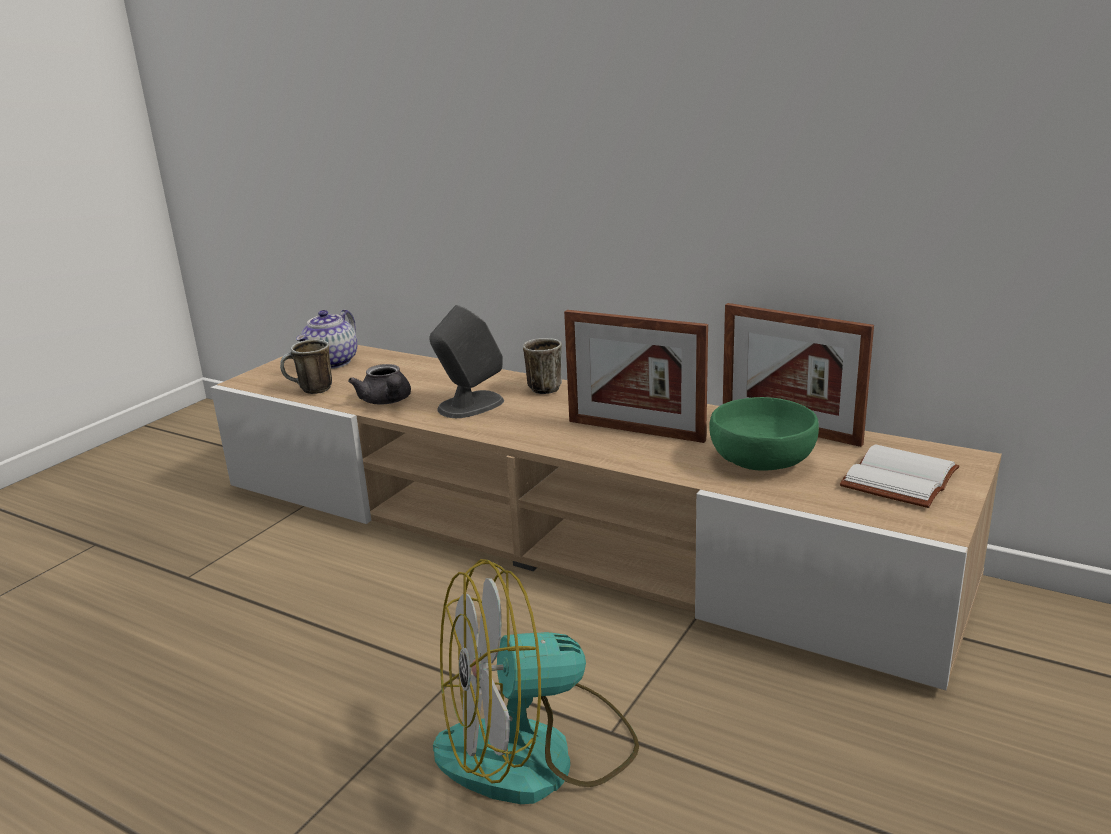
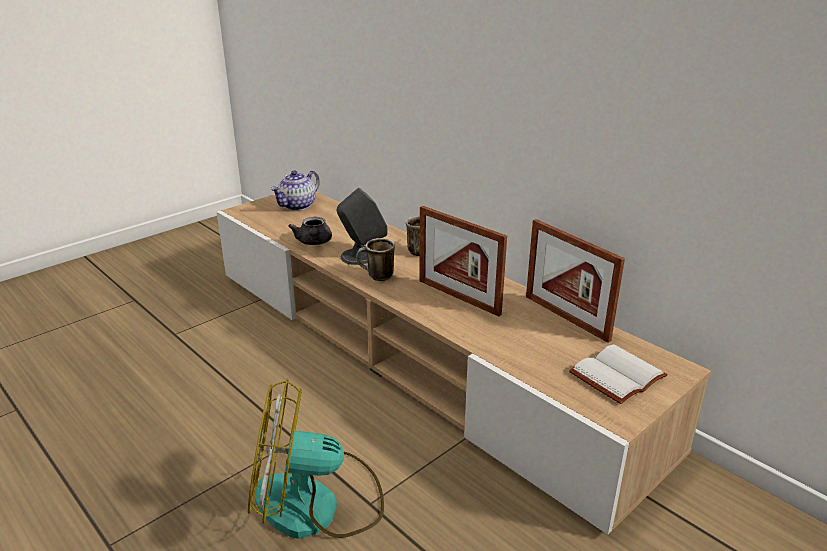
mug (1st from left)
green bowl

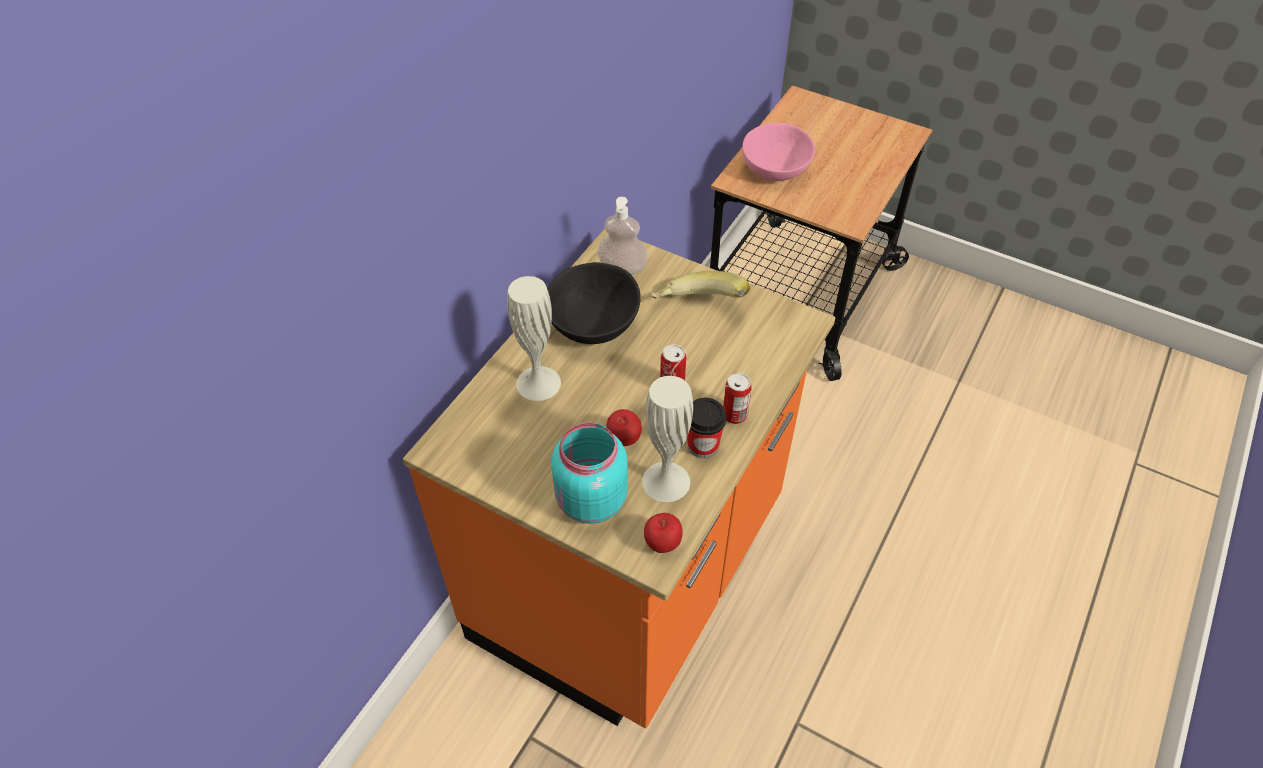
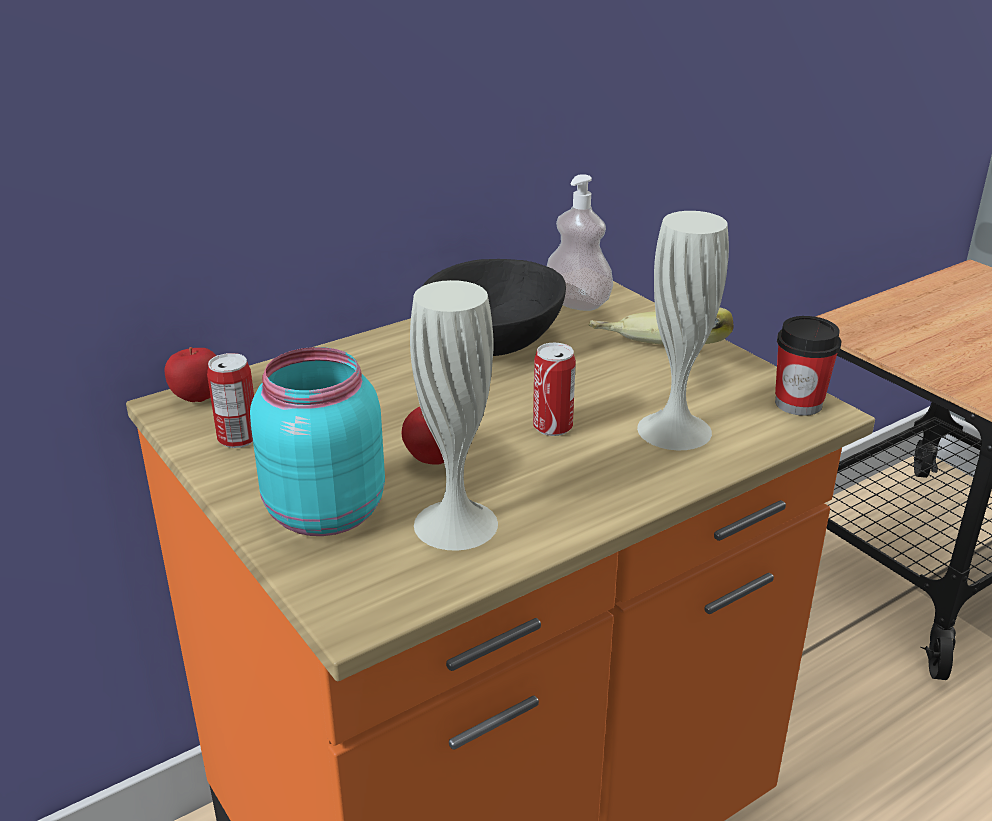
apple (1st from left)
can (1st from left)
white vase (2nd from left)
cup
pink bowl

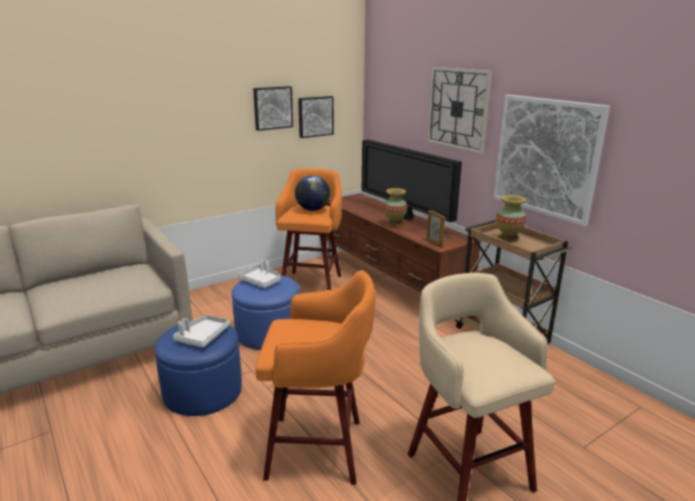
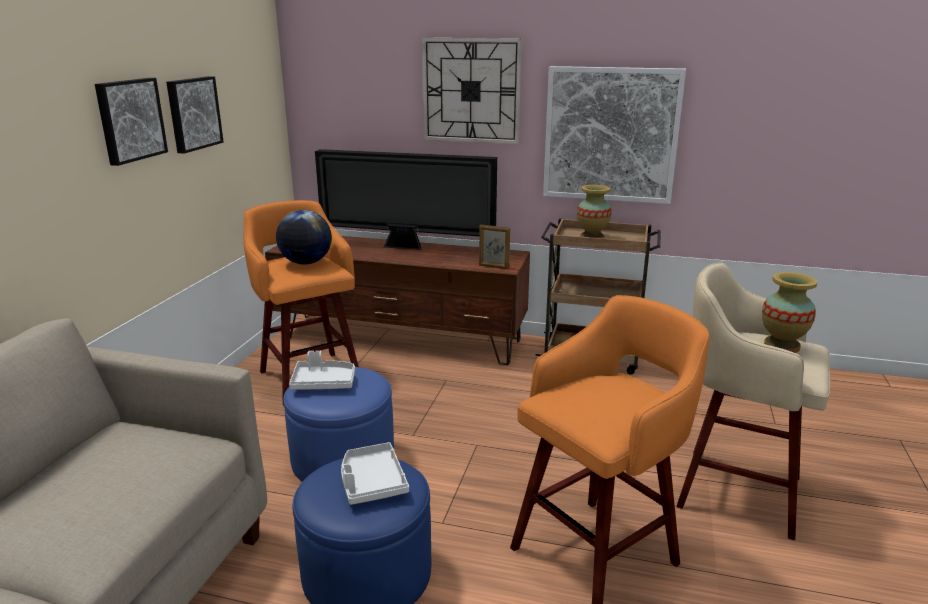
picture (1st from left)
vase (2nd from left)

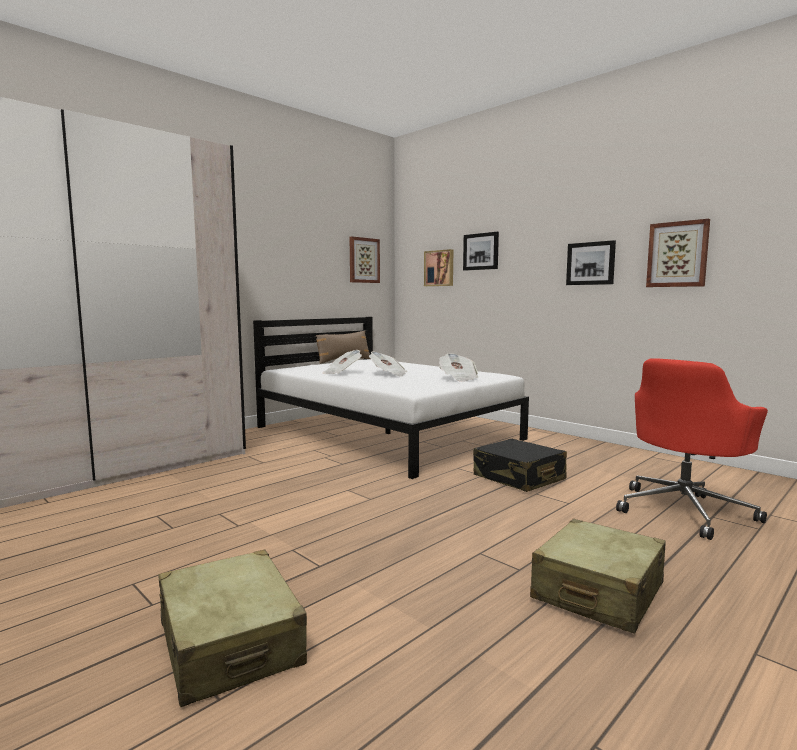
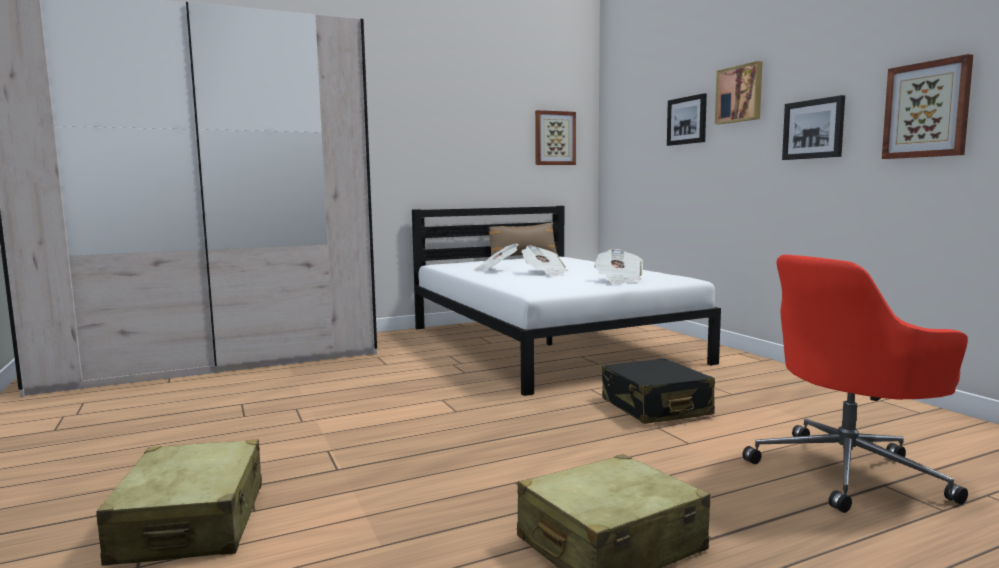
picture (3rd from left)

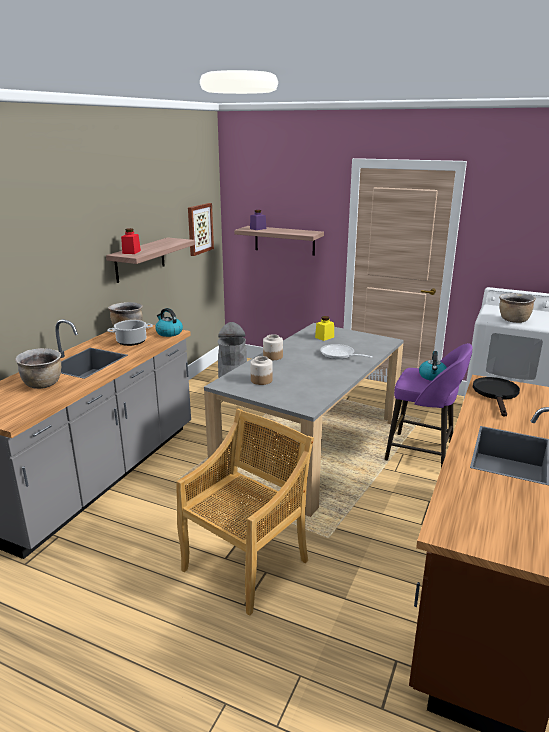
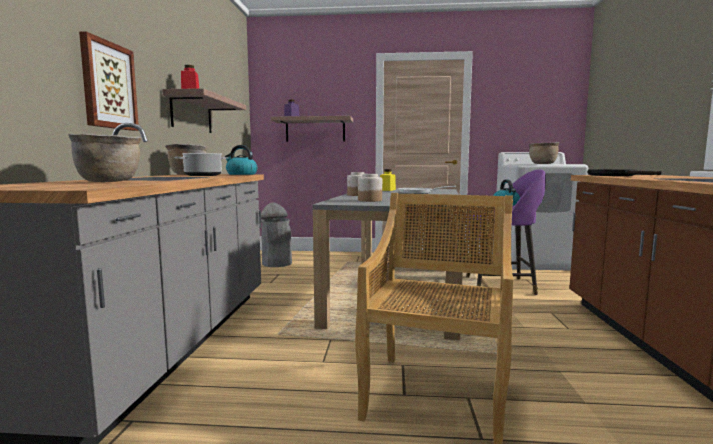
picture

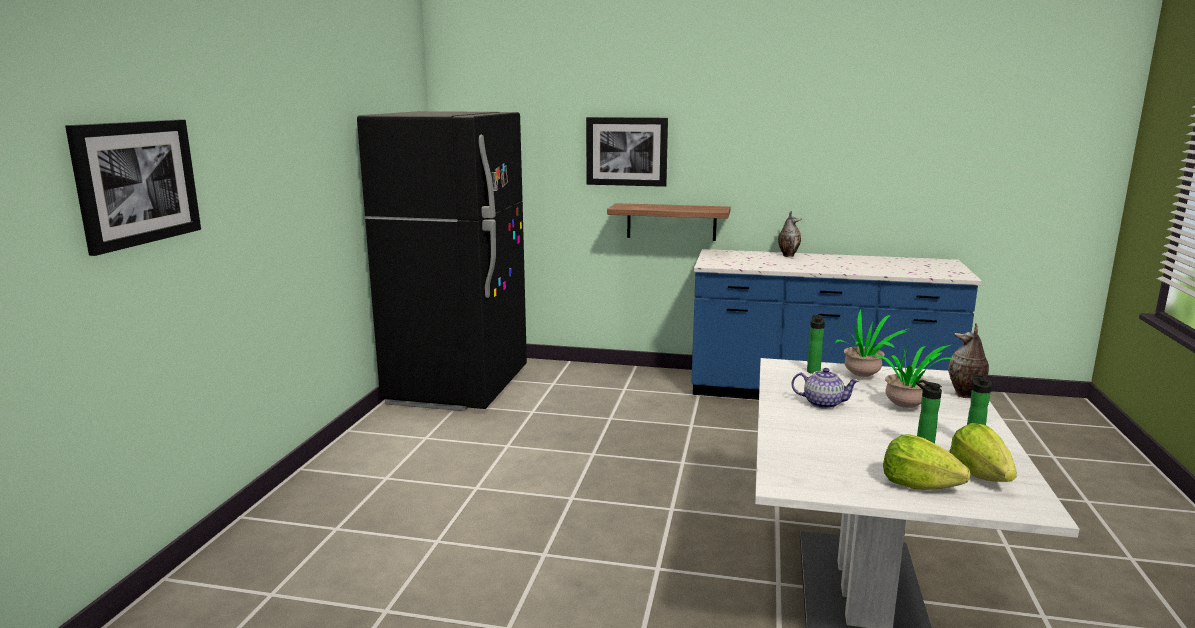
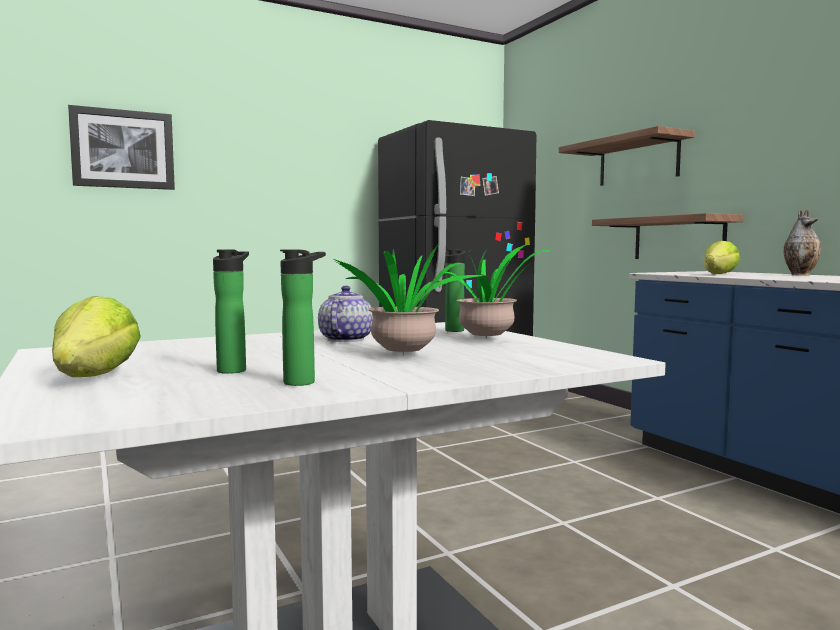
teapot
shelf (1st from left)
lettuce (2nd from left)
vase (2nd from left in the first image)

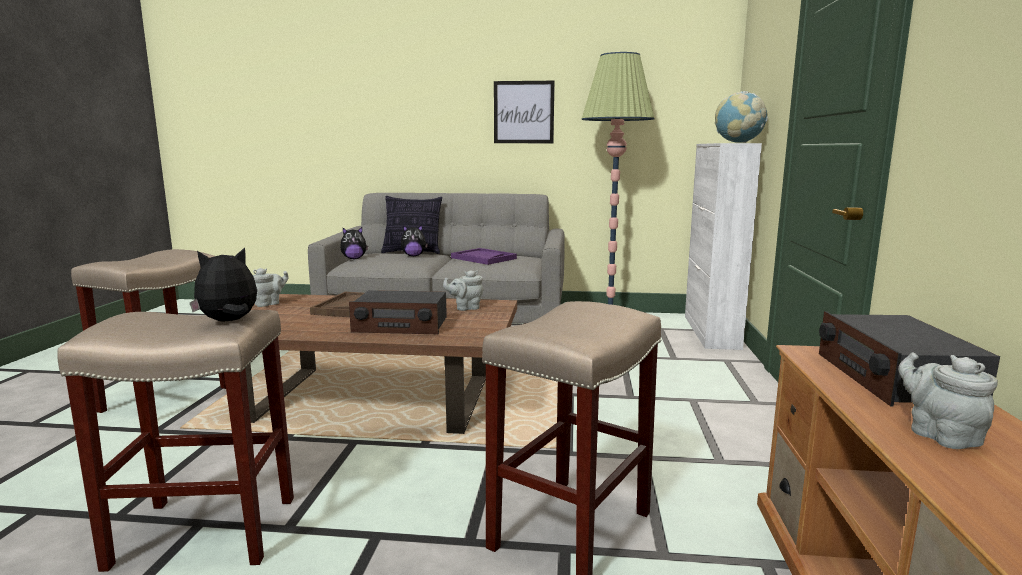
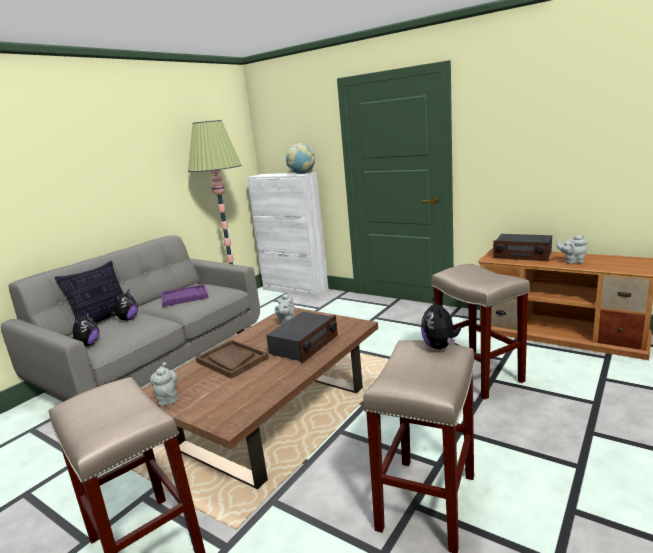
picture

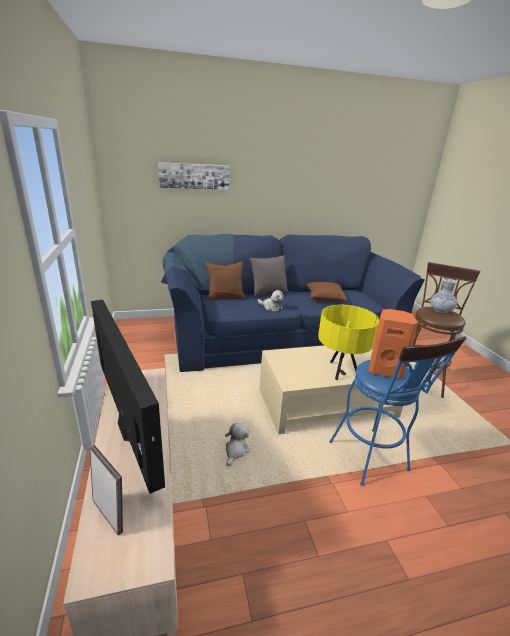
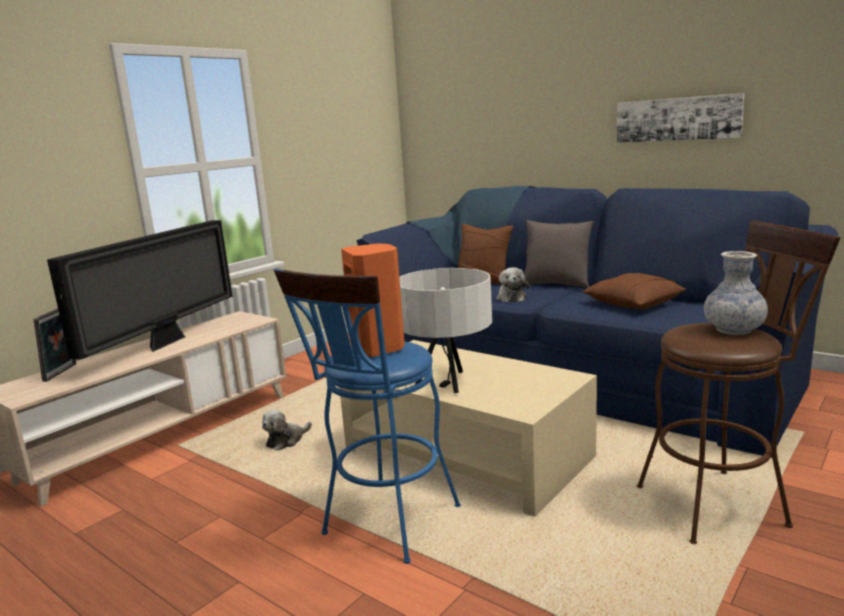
plush toy (1st from left)
white table lamp
picture

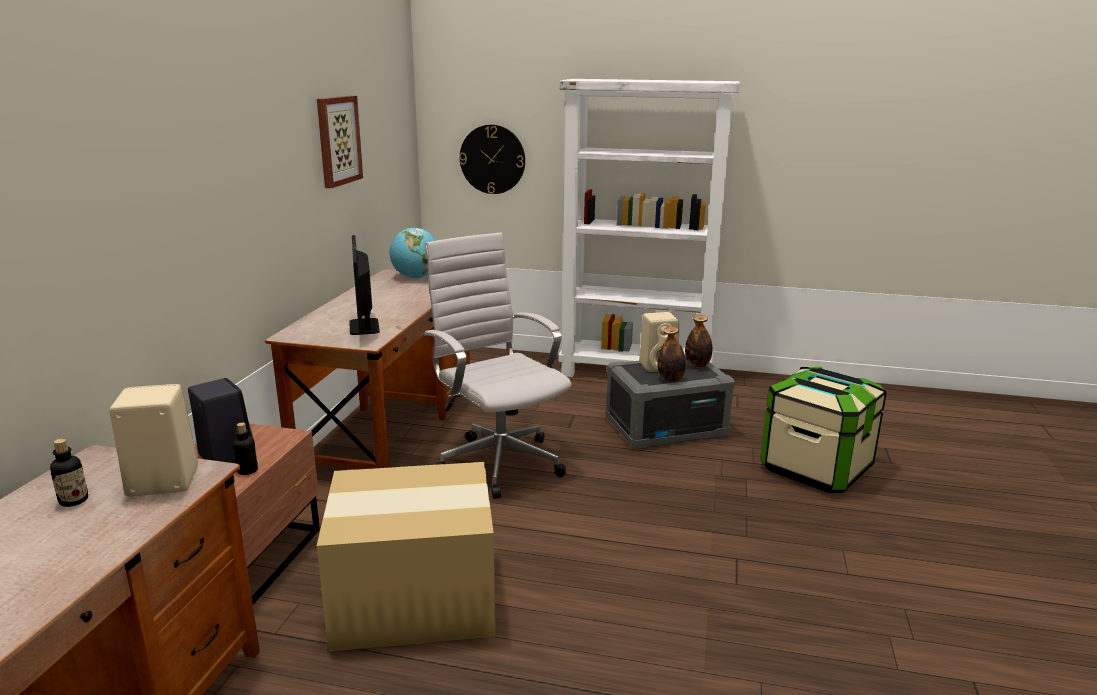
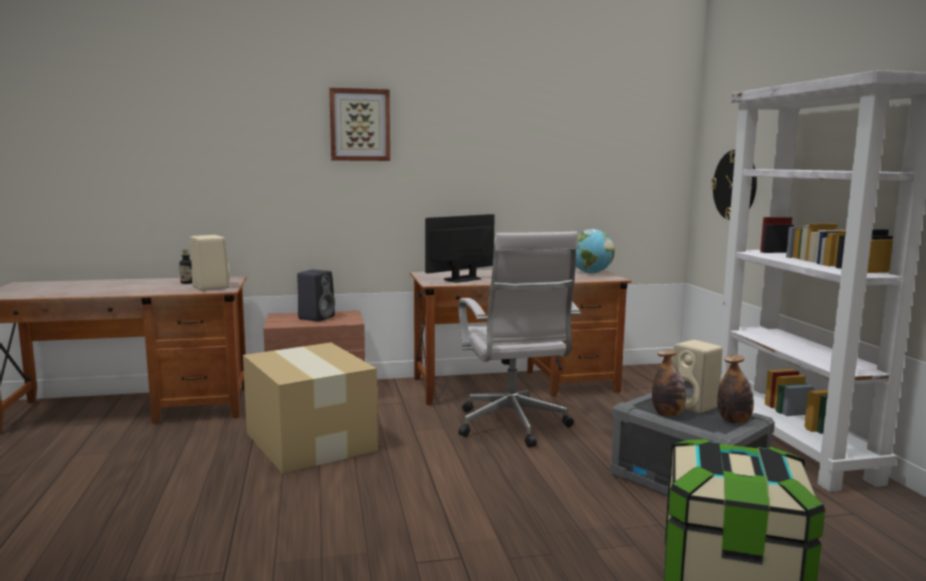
picture
white office chair
bottle (2nd from left in the first image)

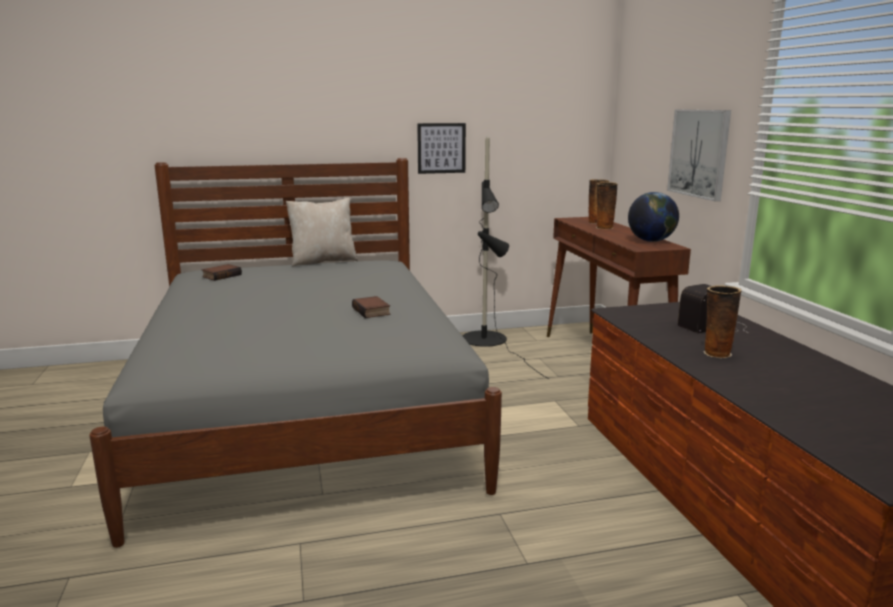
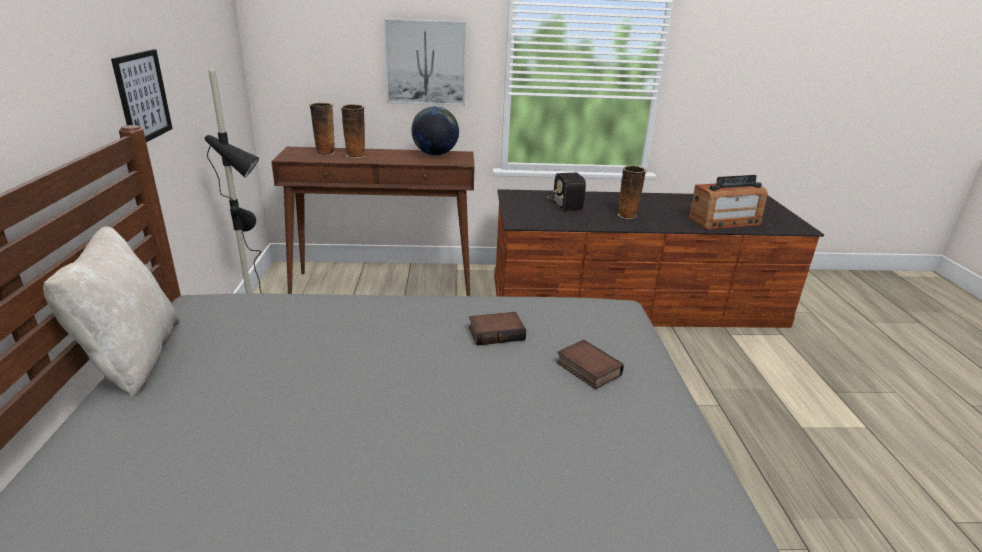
book (2nd from left)
radio (2nd from left)

